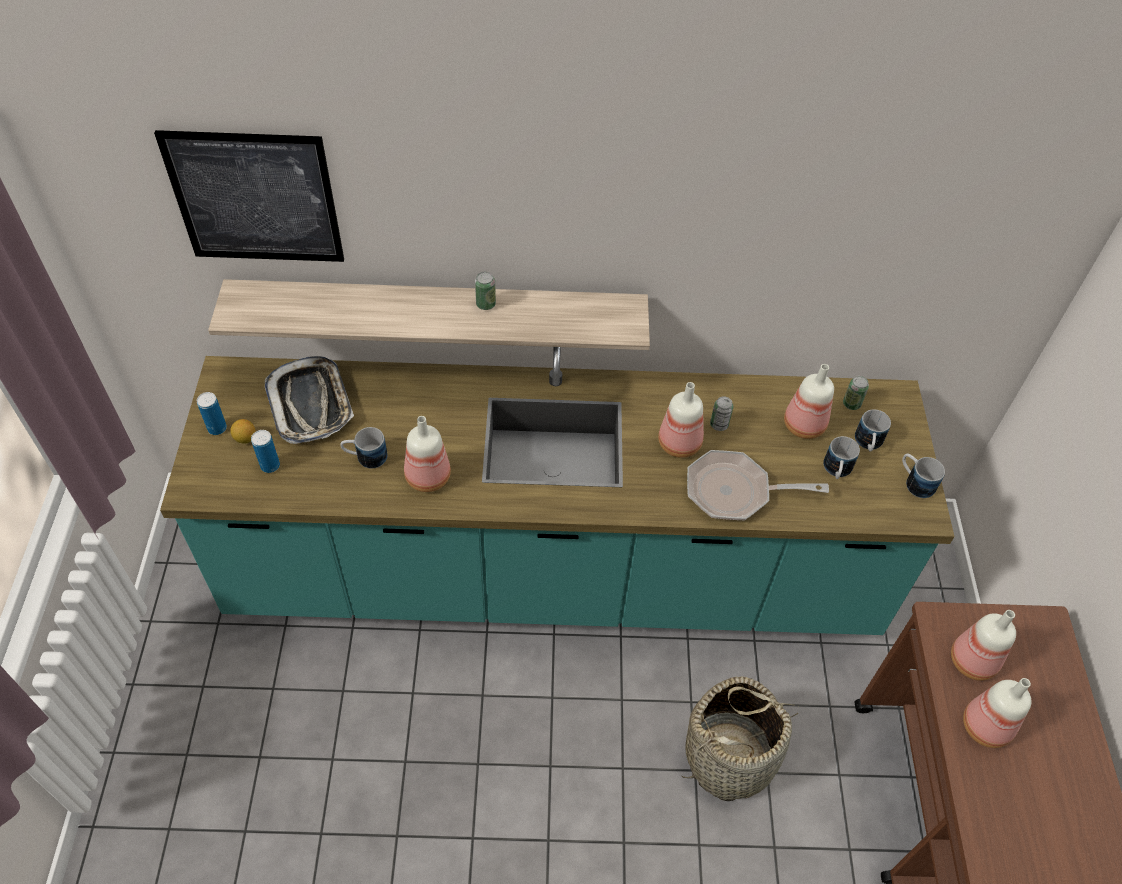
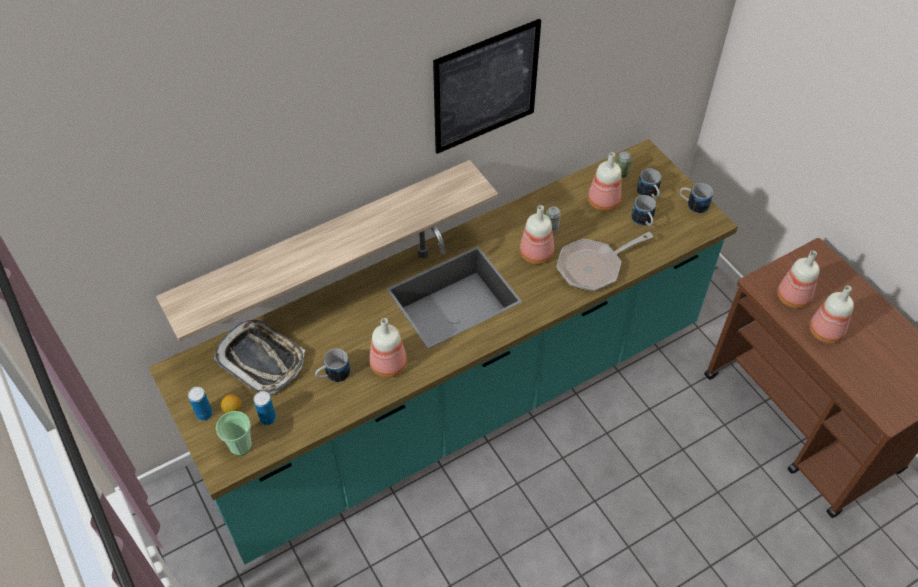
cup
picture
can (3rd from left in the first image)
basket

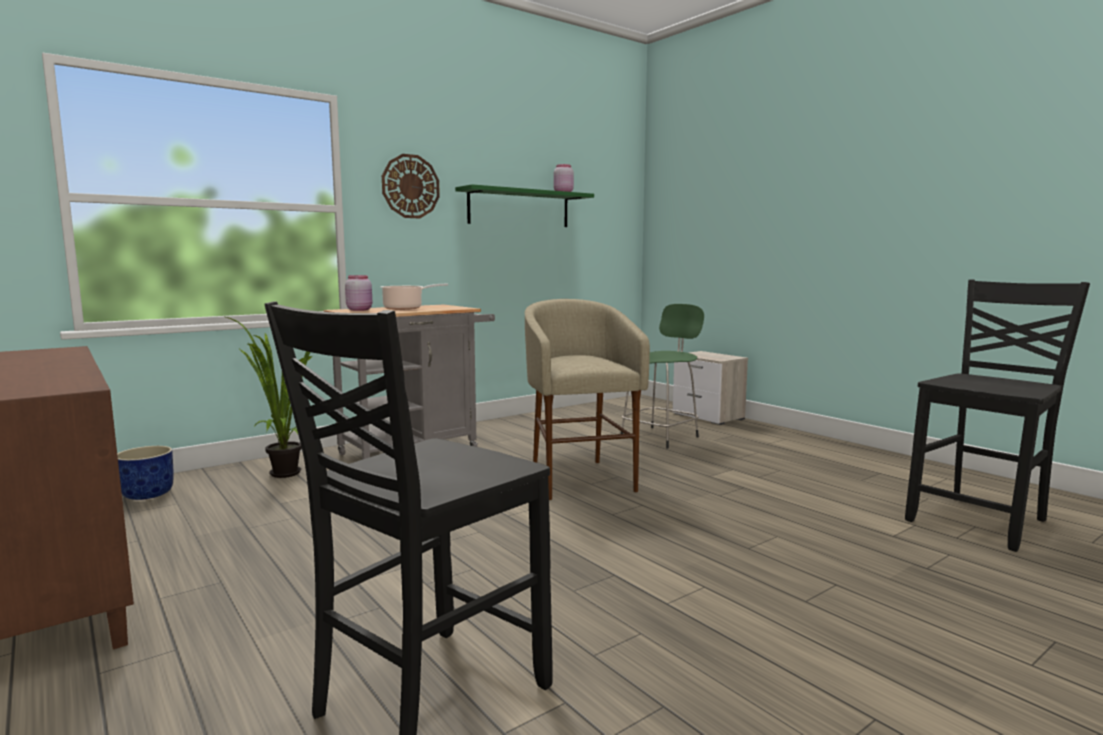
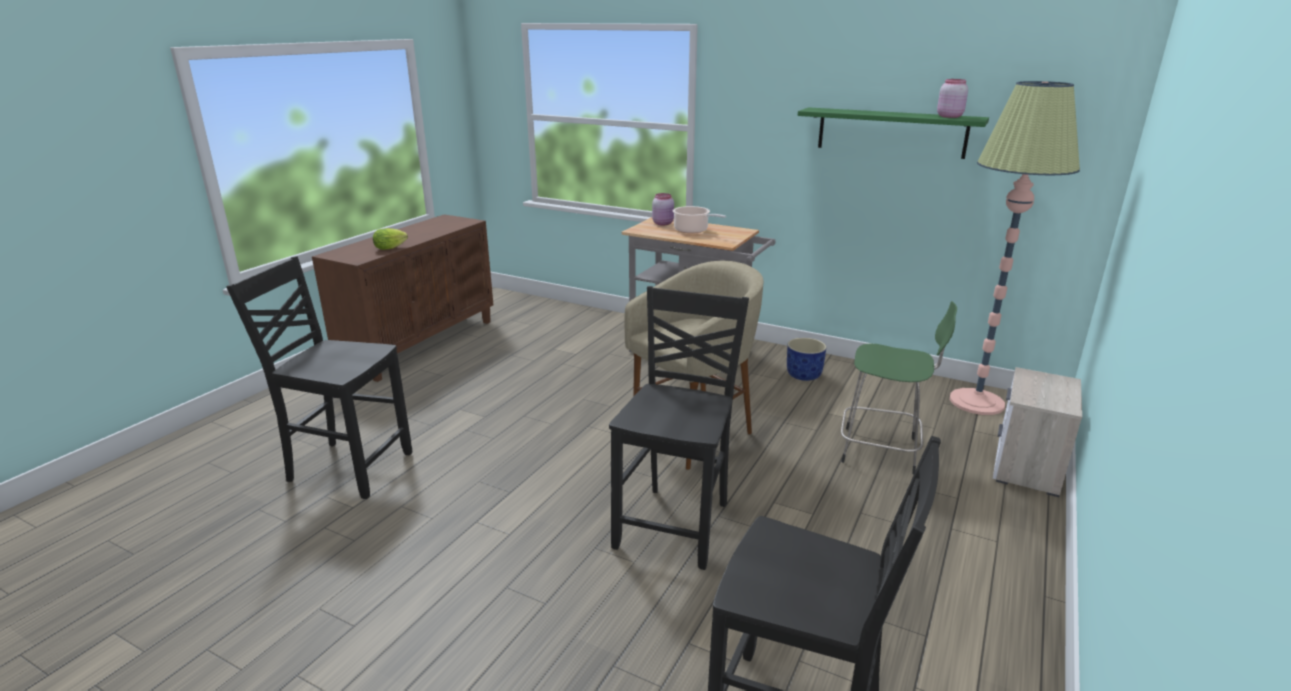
lettuce
black chair (2nd from left)
blue planter
floor lamp
potted plant
wall clock

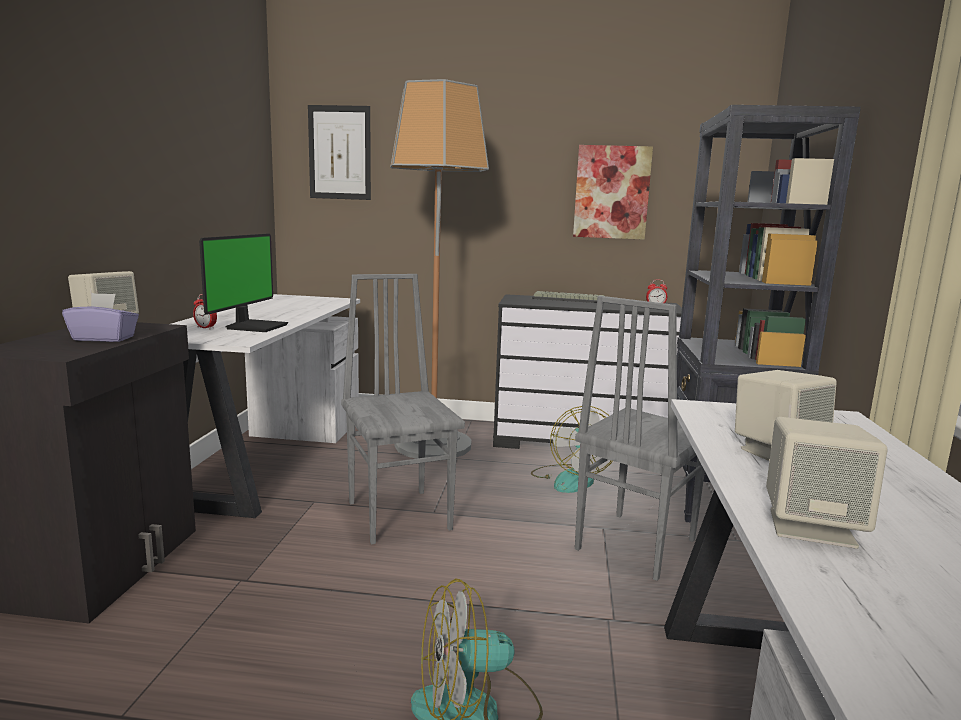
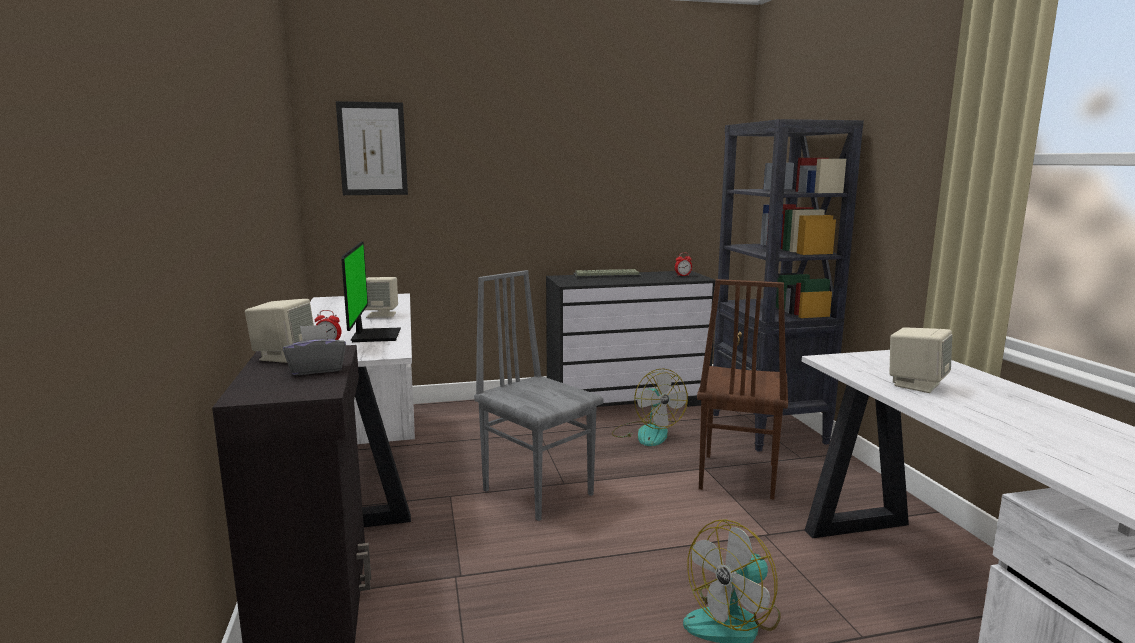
grey tissue box
beige speaker (2nd from left)
brown chair
floor lamp
picture (2nd from left in the first image)

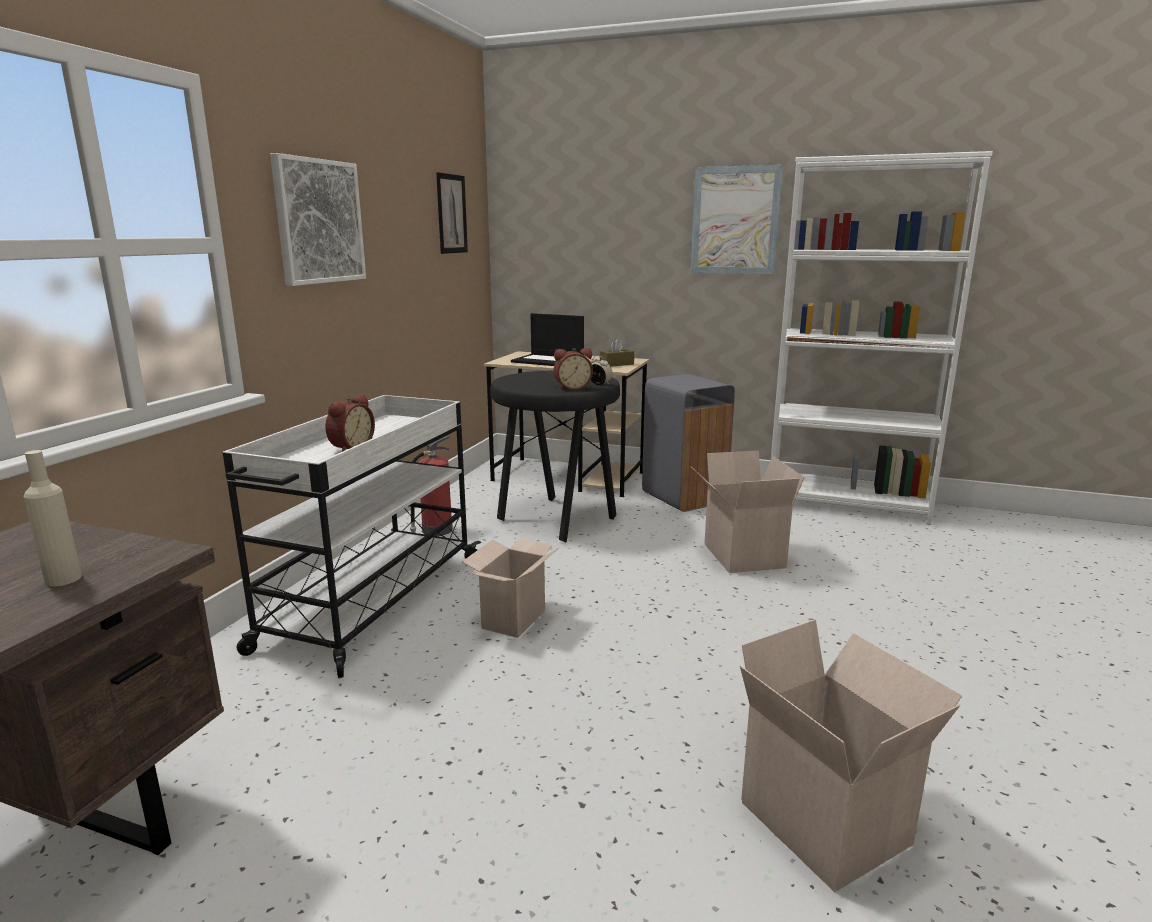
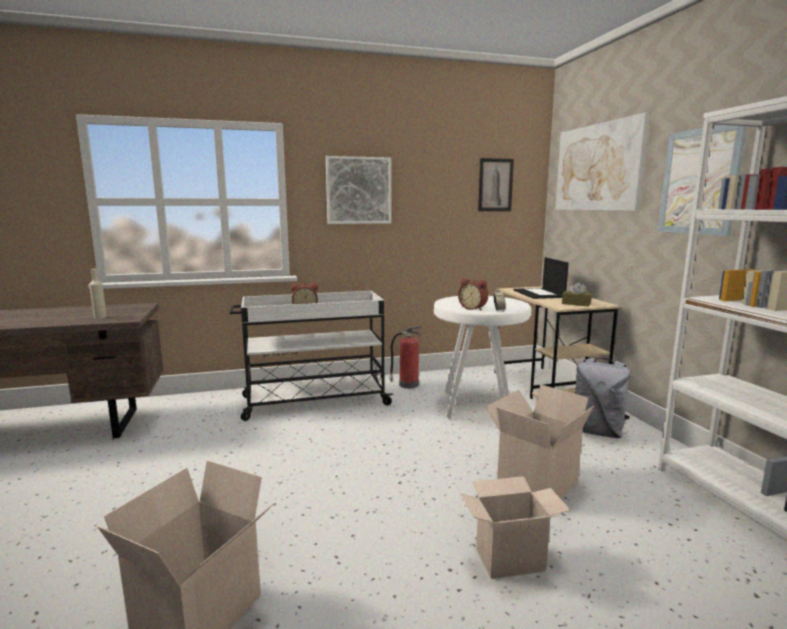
white stool
cardboard box (2nd from left)
picture (3rd from left)
grey backpack

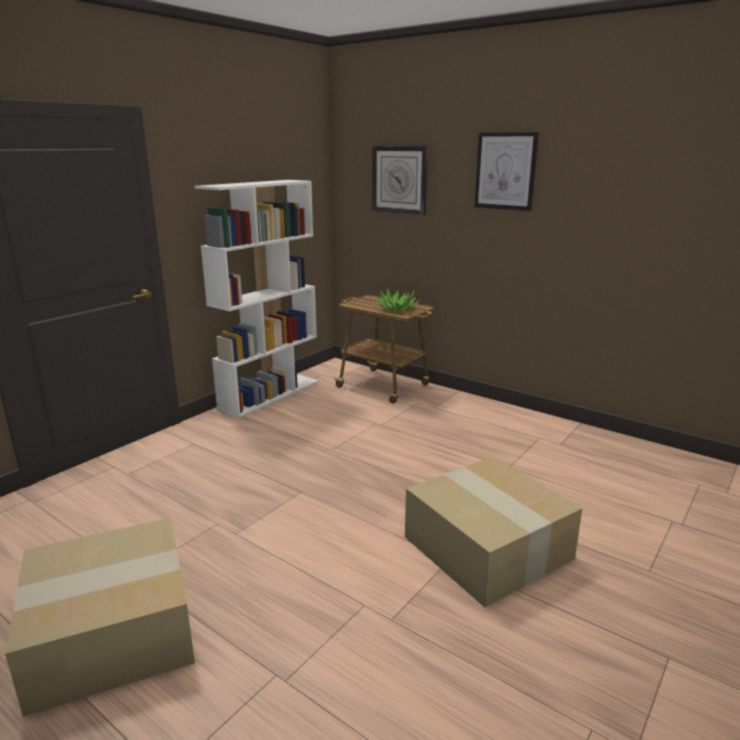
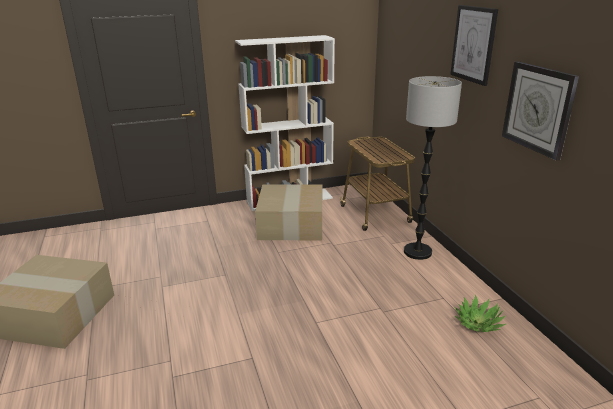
cardboard box (2nd from left)
floor lamp
potted plant
wall clock

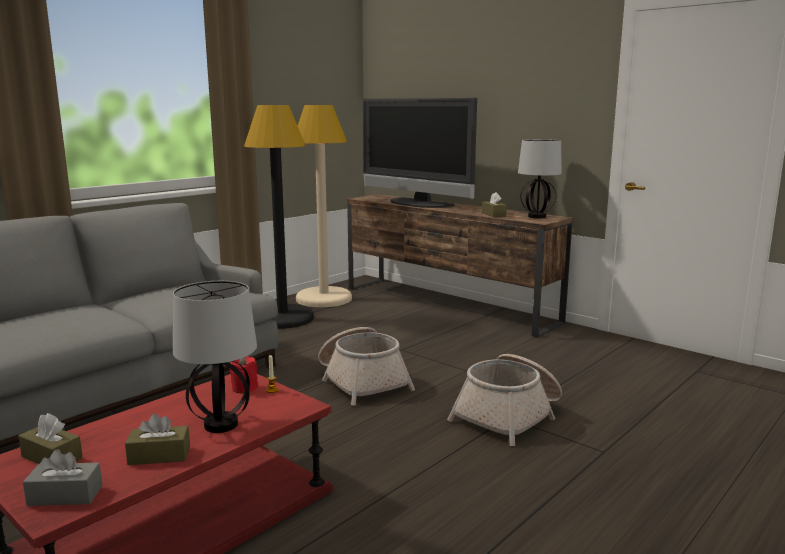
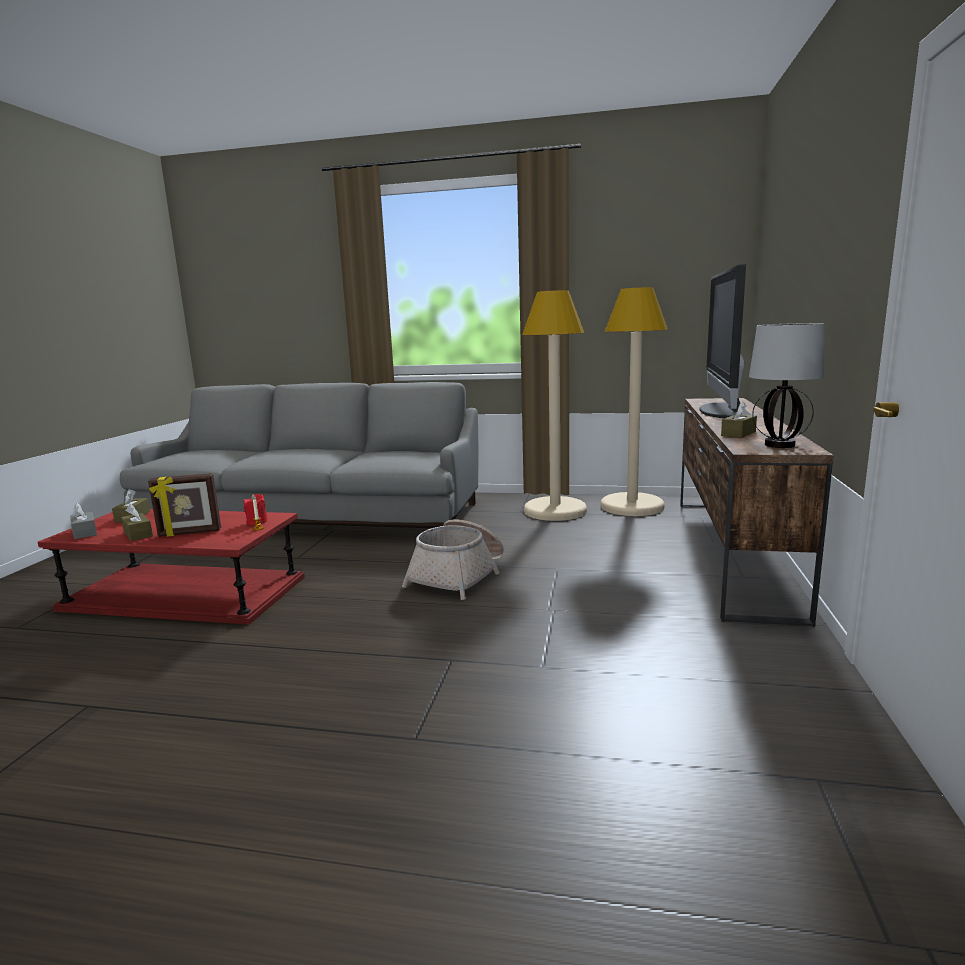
picture frame
beige floor lamp (1st from left)
basket (2nd from left in the first image)

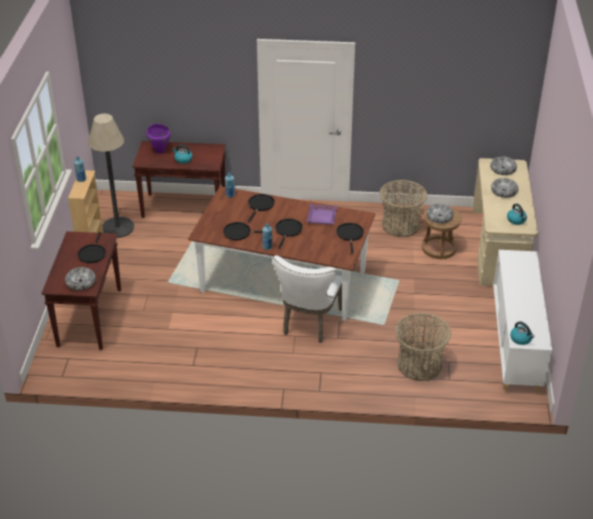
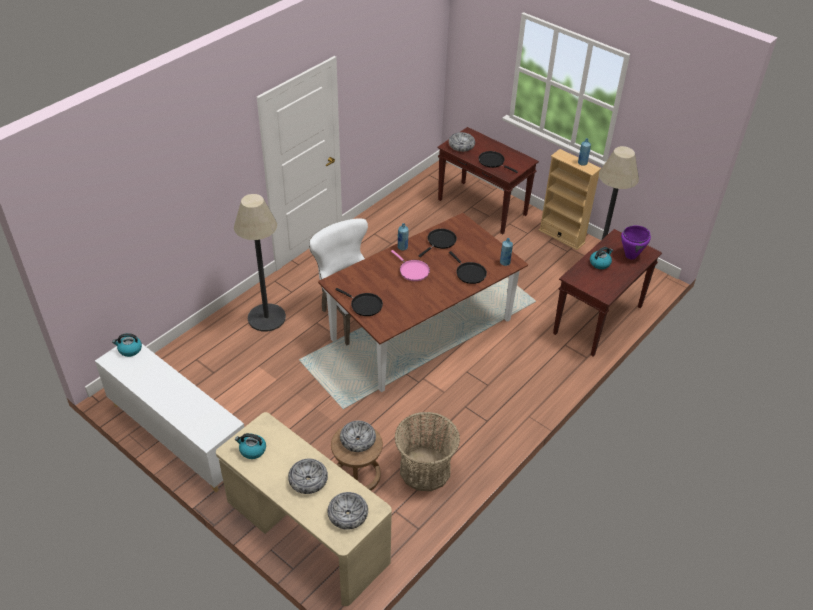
floor lamp (1st from left)
pink frying pan
purple tray
basket (2nd from left in the first image)

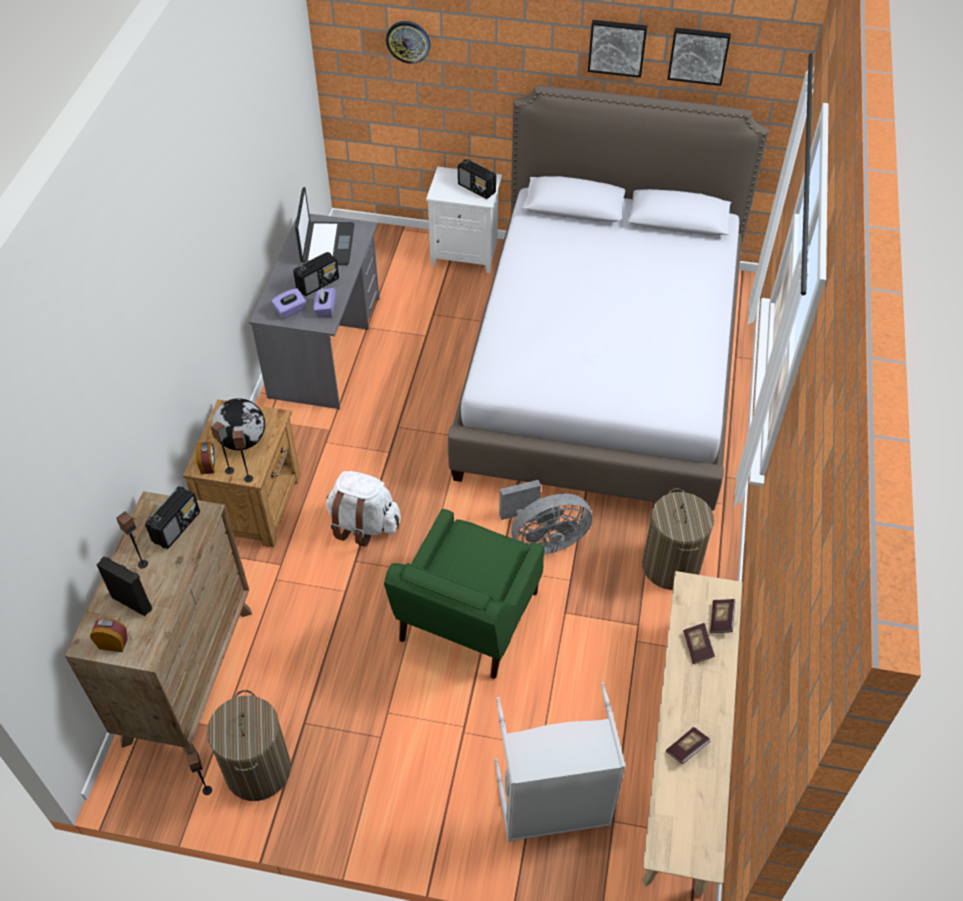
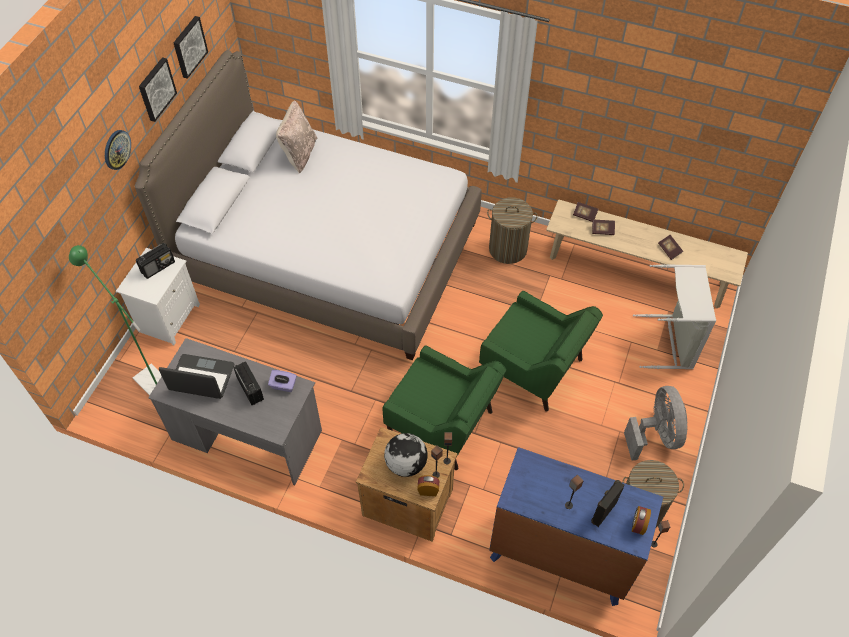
green floor lamp
wall clock
beige pillow
green armchair (1st from left)
blue dresser
grey fan
radio (1st from left in the first image)
purple tissue box (1st from left in the first image)

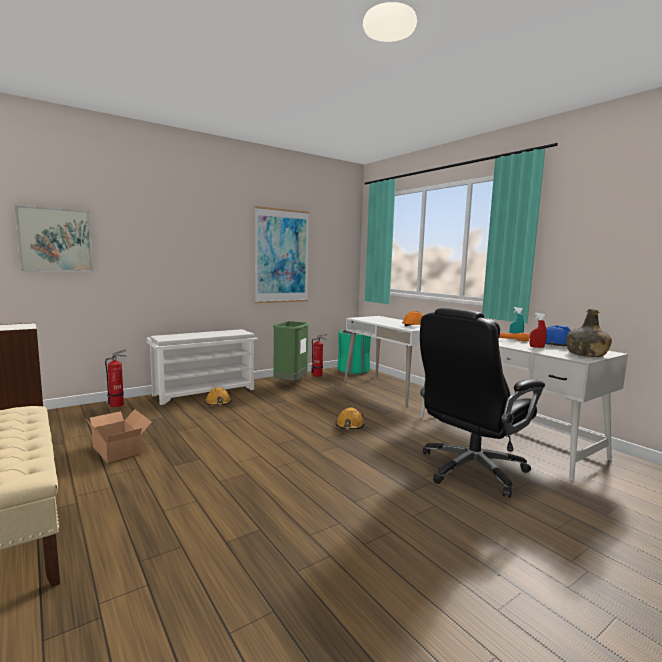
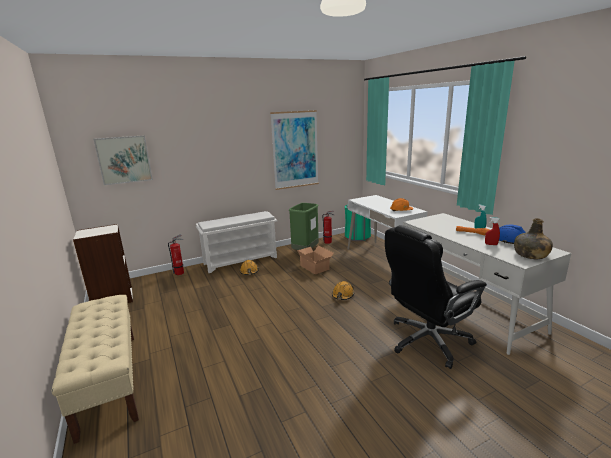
cardboard box

